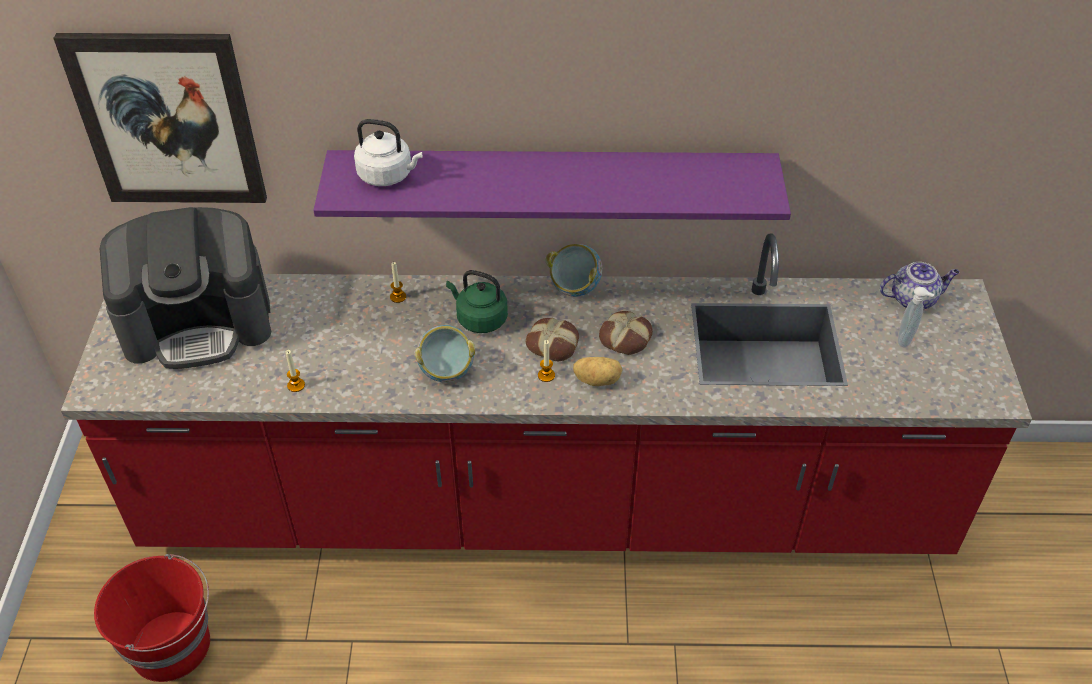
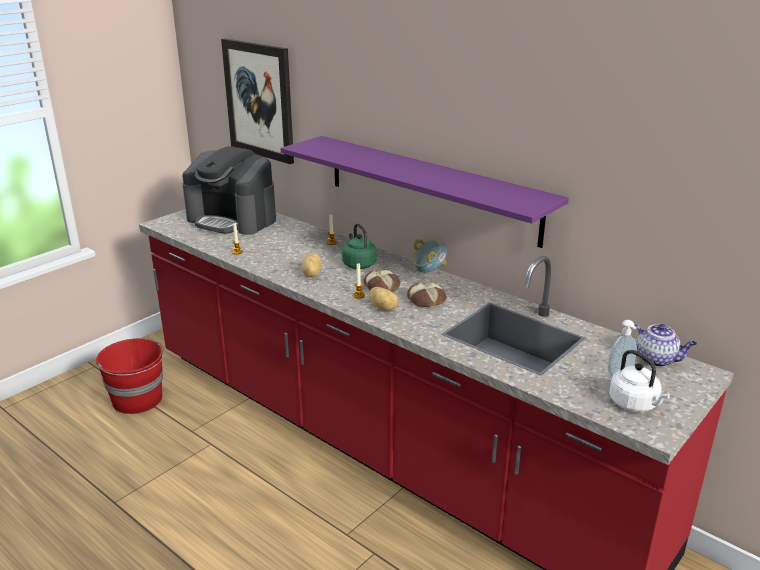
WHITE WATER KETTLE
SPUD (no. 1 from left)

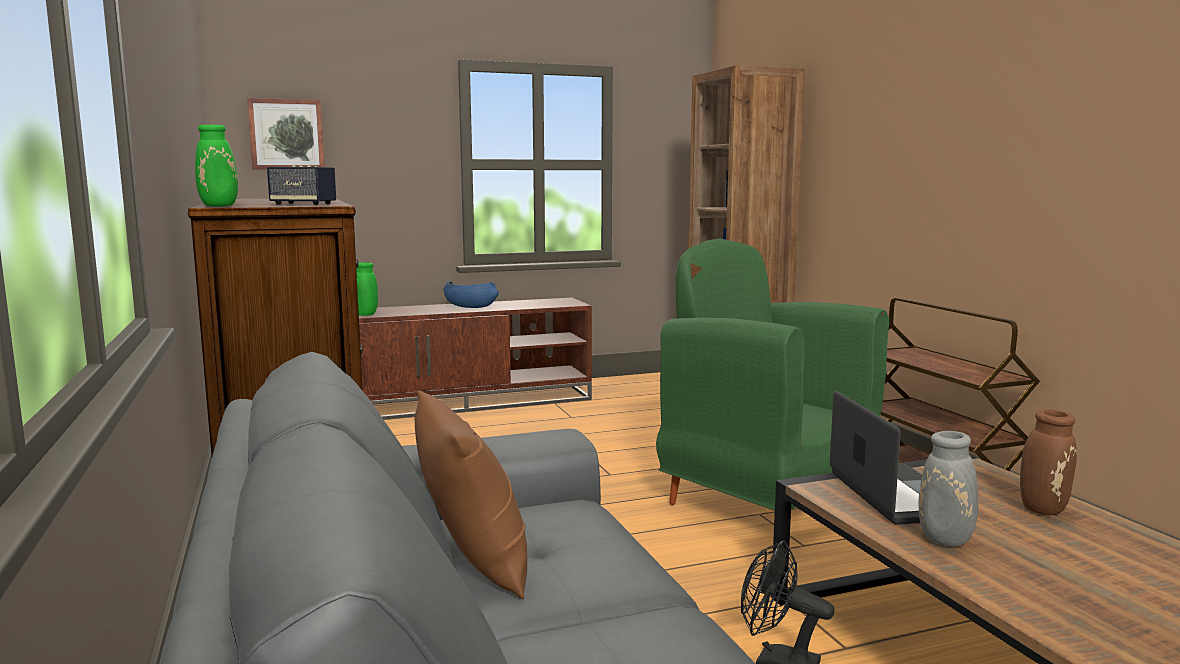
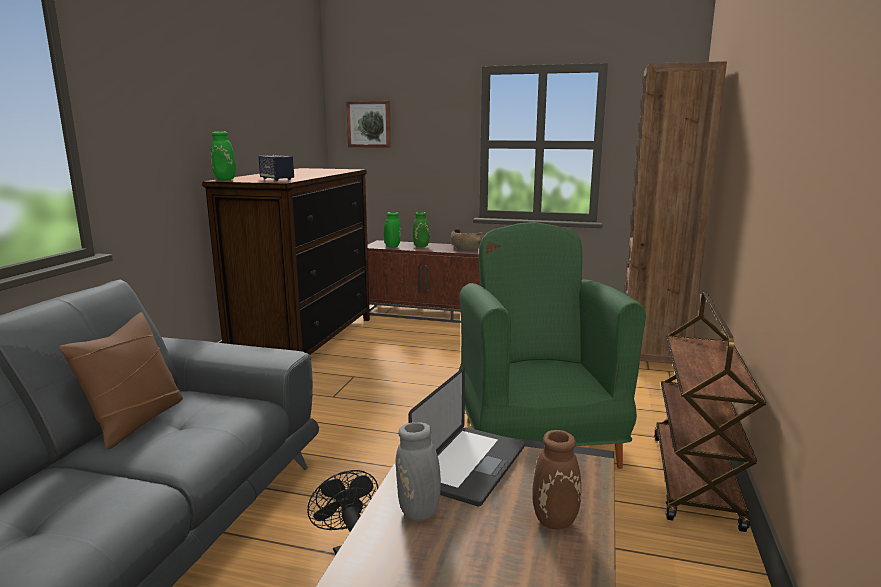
BROWN SERVING BOWL
GREEN VASE (no. 3 from left)

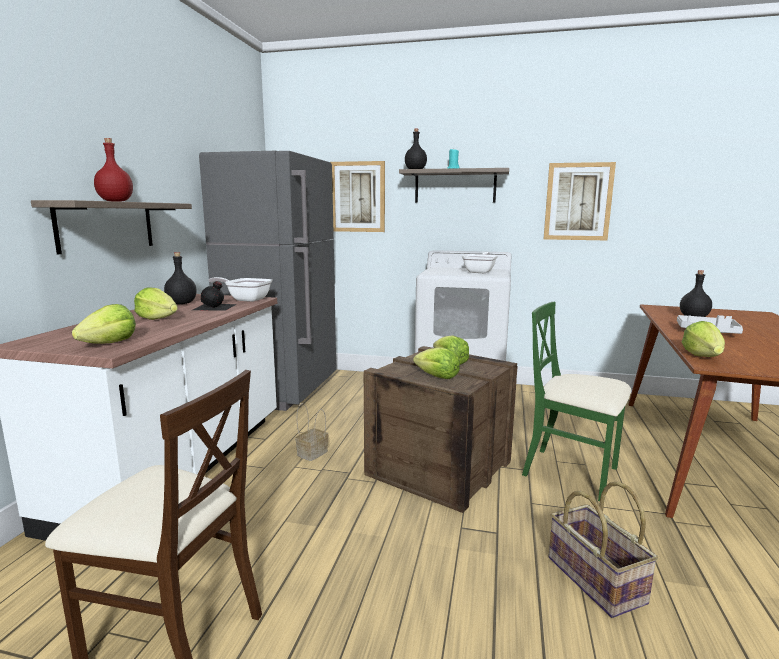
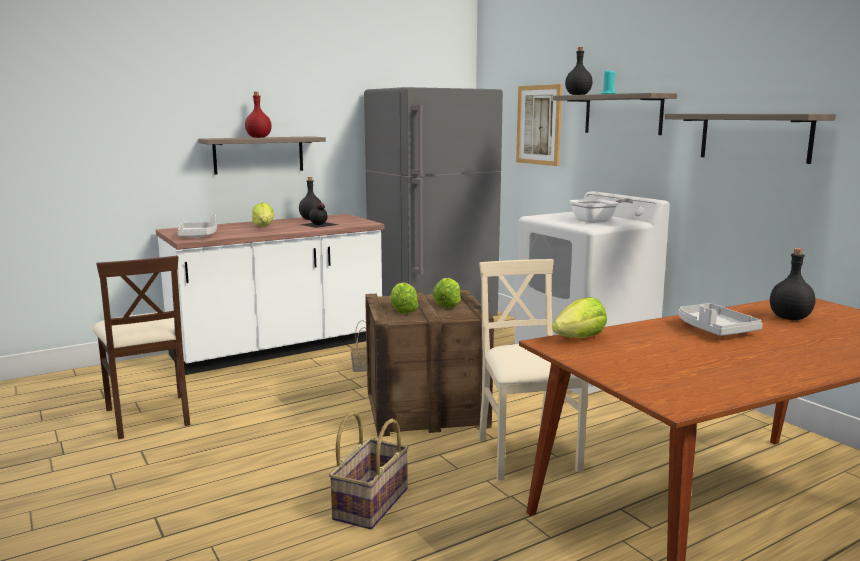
WALL SHELF (no. 3 from left)
PAN (no. 1 from left in the first image)
BEIGE UPRIGHT CHAIR (no. 2 from left)
GREYISH CARRYING TRAY (no. 1 from left)

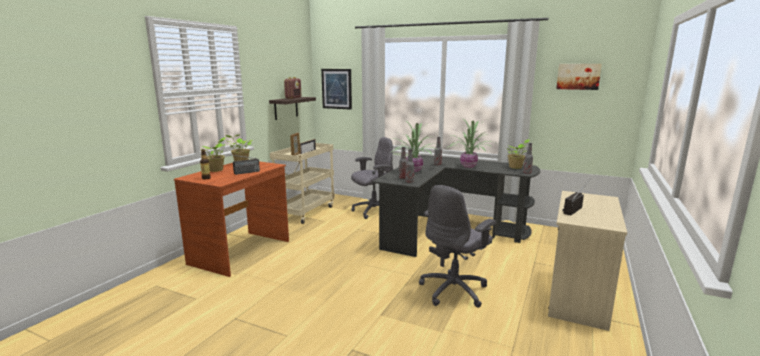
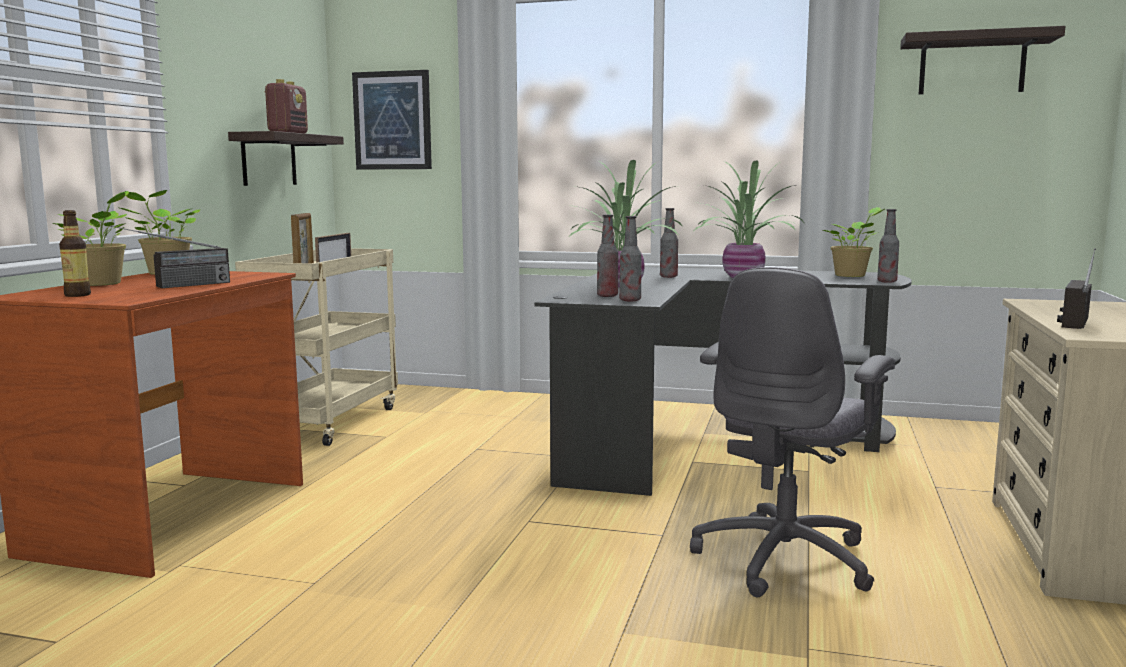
WALL SHELF (no. 2 from left)
GREYISH OFFICE CHAIR (no. 1 from left in the first image)

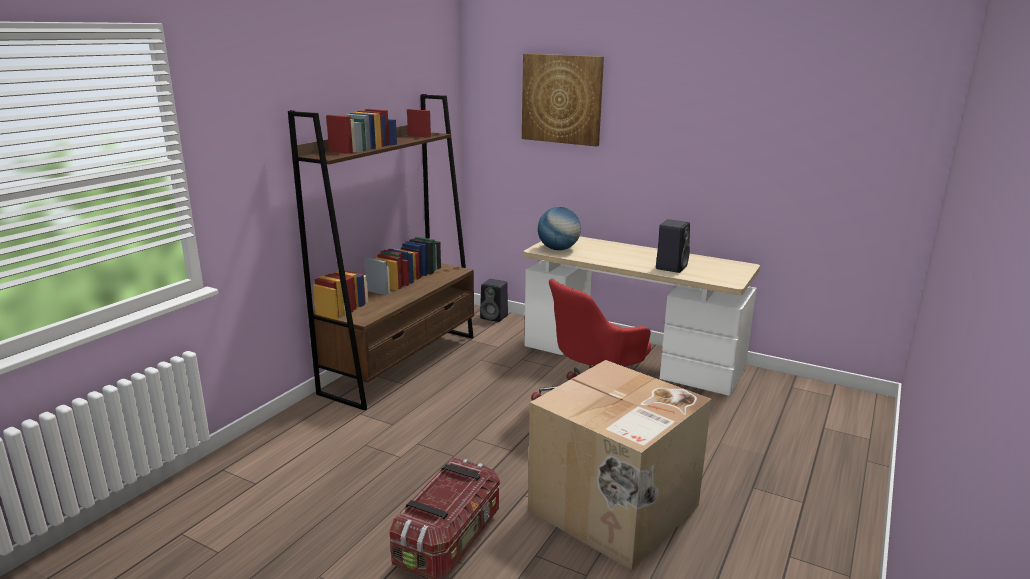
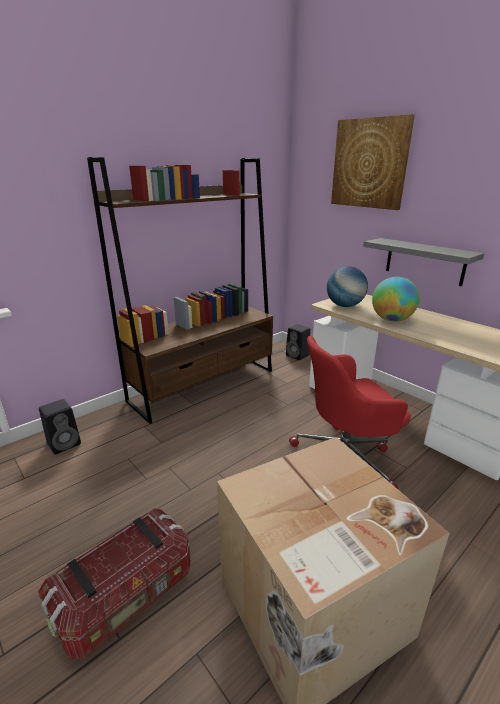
BLACK AUDIO SPEAKER (no. 1 from left)
GREYISH WALL SHELF
WORLD GLOBE (no. 2 from left)

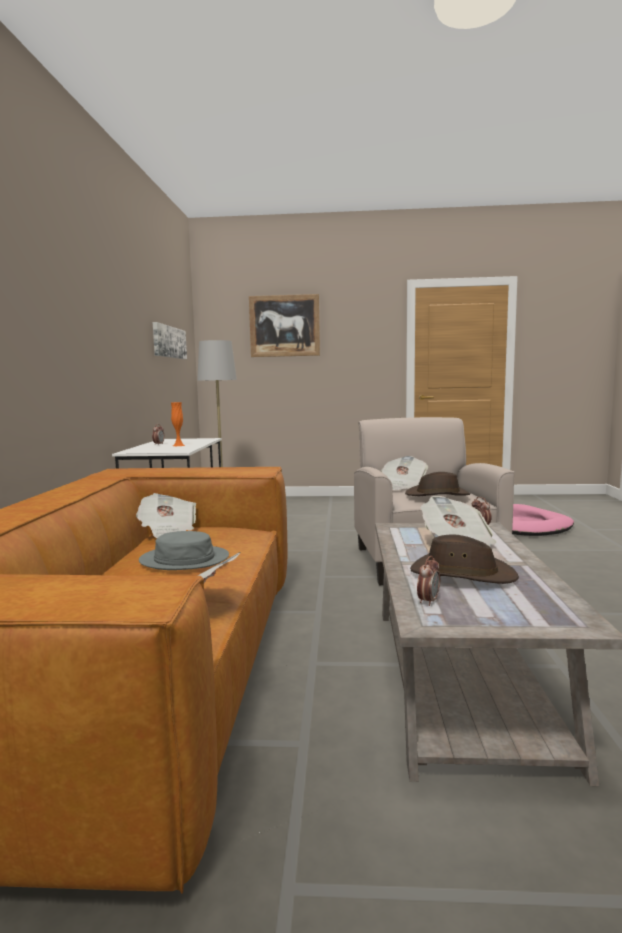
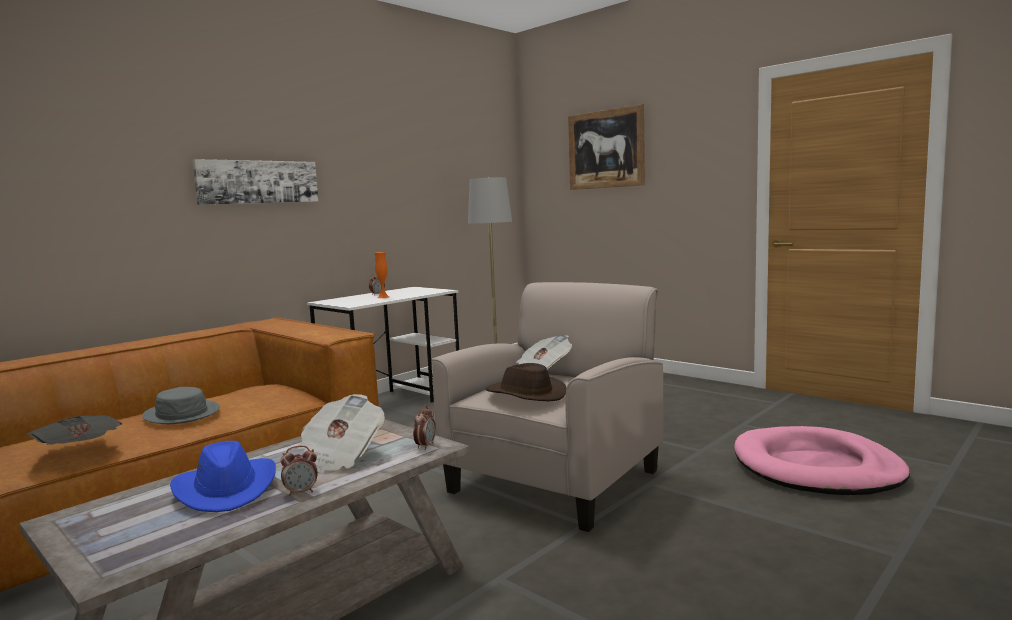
PICTURE (no. 1 from left)
NEWSPAPER (no. 1 from left in the first image)
BLUISH WEARABLE HAT
BEDSIDE CLOCK (no. 1 from left)

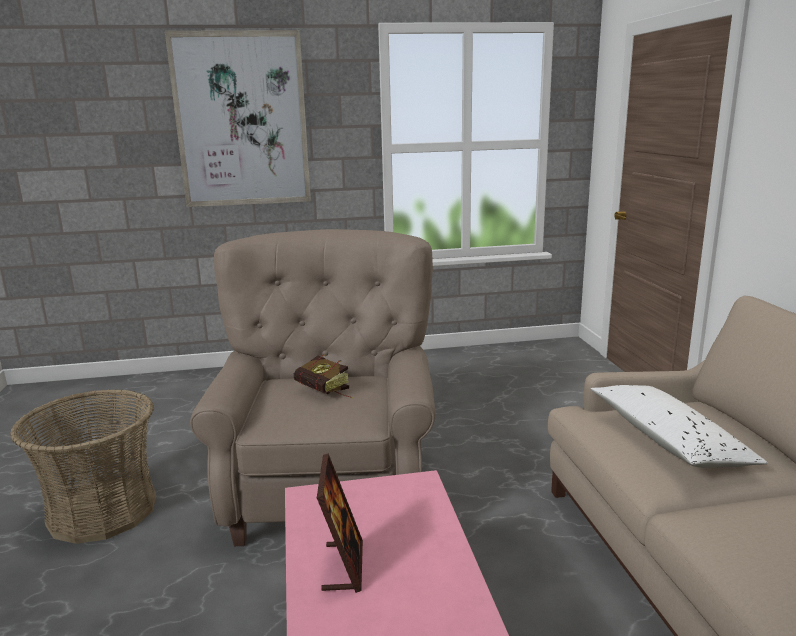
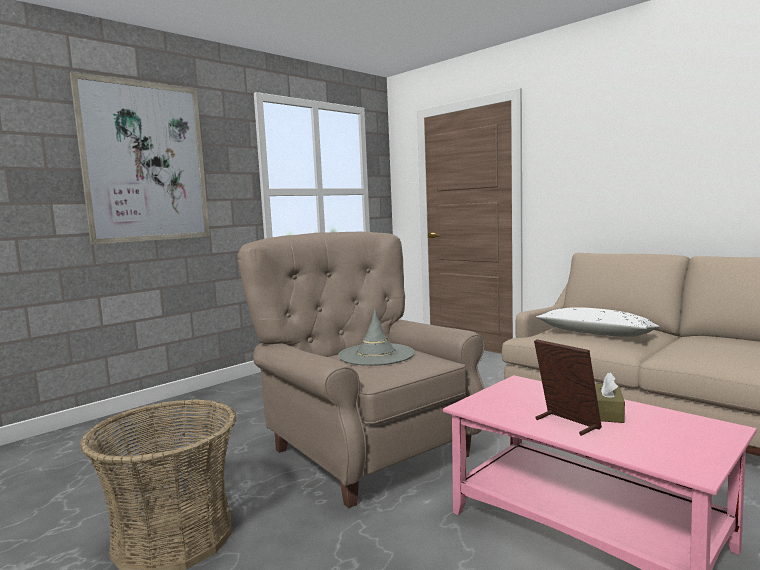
GREYISH WEARABLE HAT
BROWN TISSUE BOX

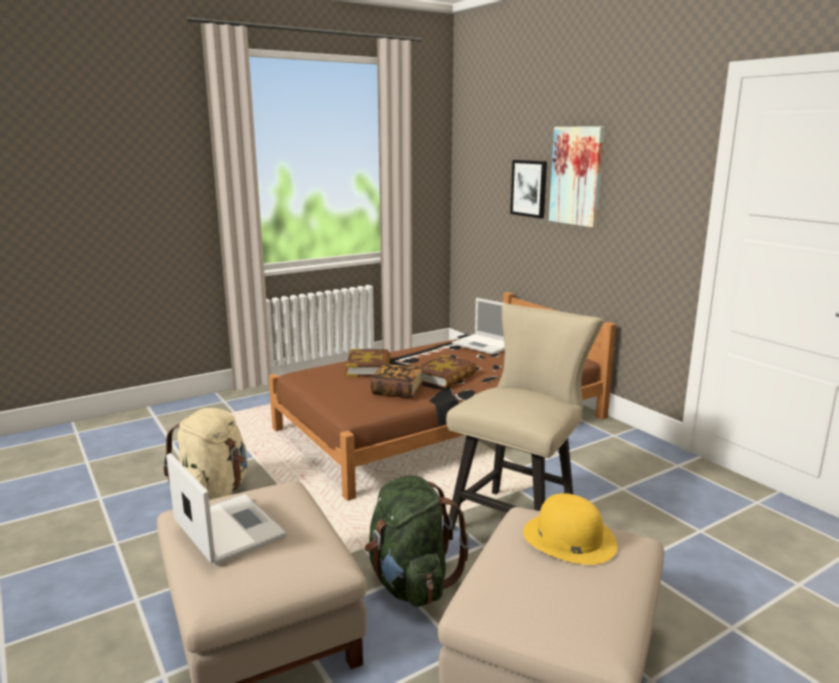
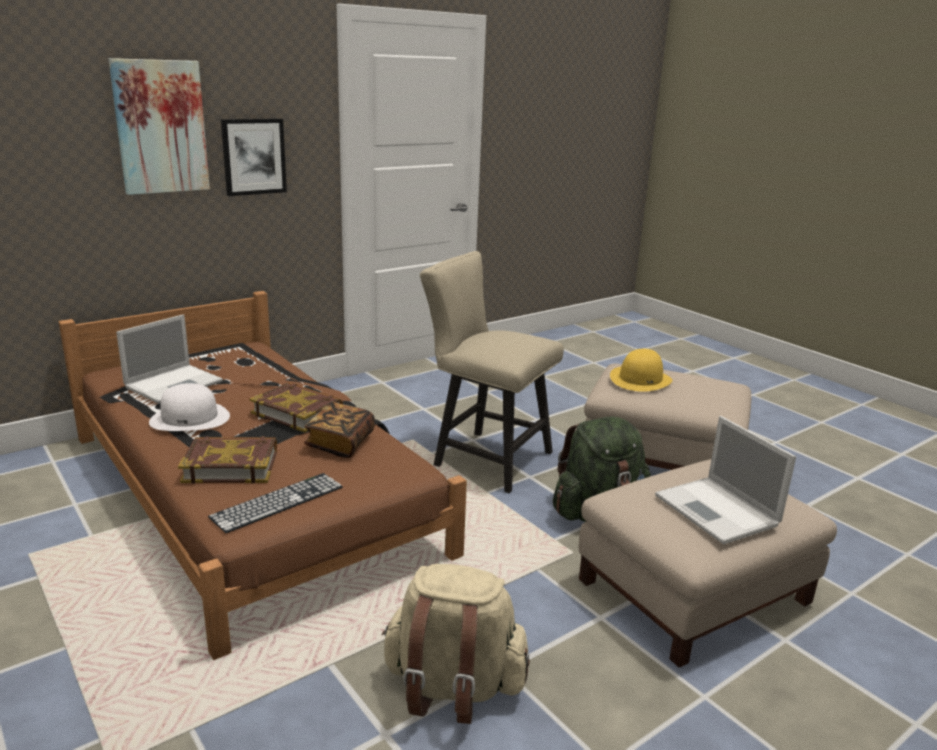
PICTURE (no. 2 from left)
PORTABLE COMPUTER (no. 2 from left)
WHITE WEARABLE HAT
KEYBOARD

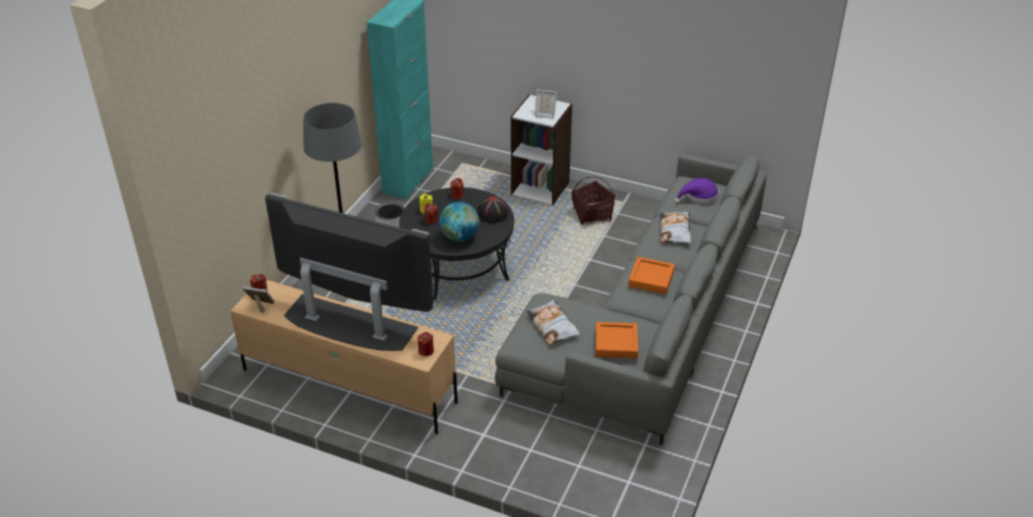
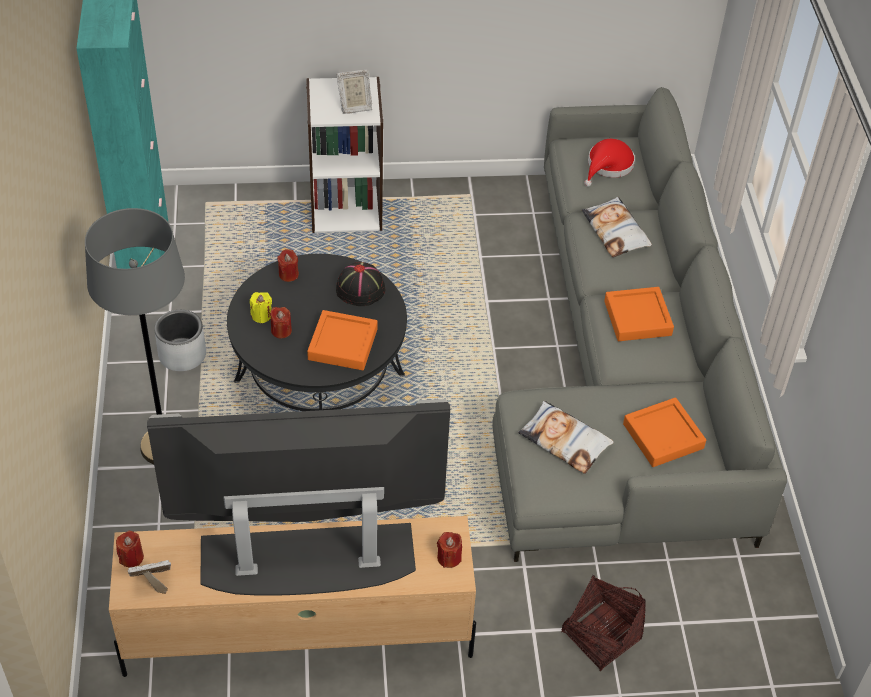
HOUSEHOLD BASKET
REDDISH WEARABLE HAT
ORANGE-COLOURED CARRYING TRAY (no. 1 from left)

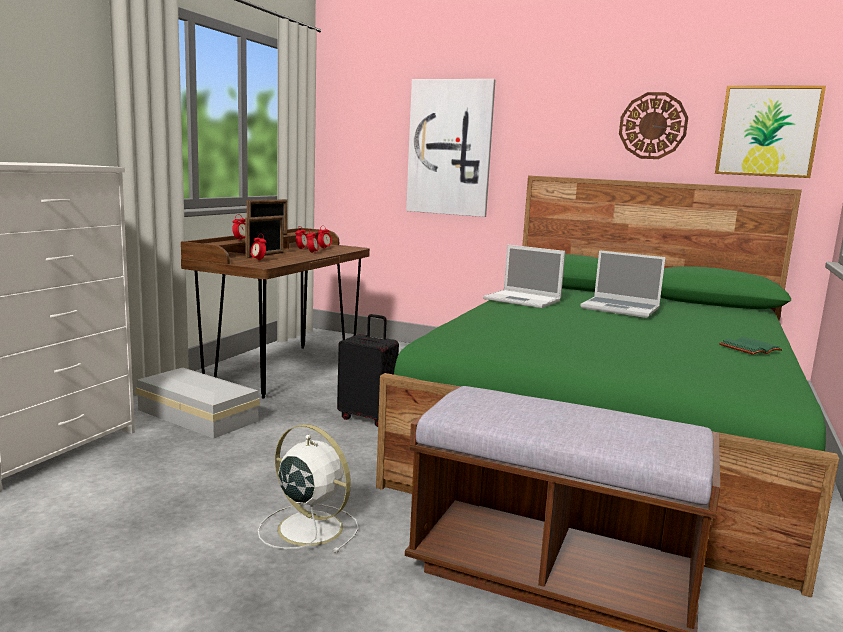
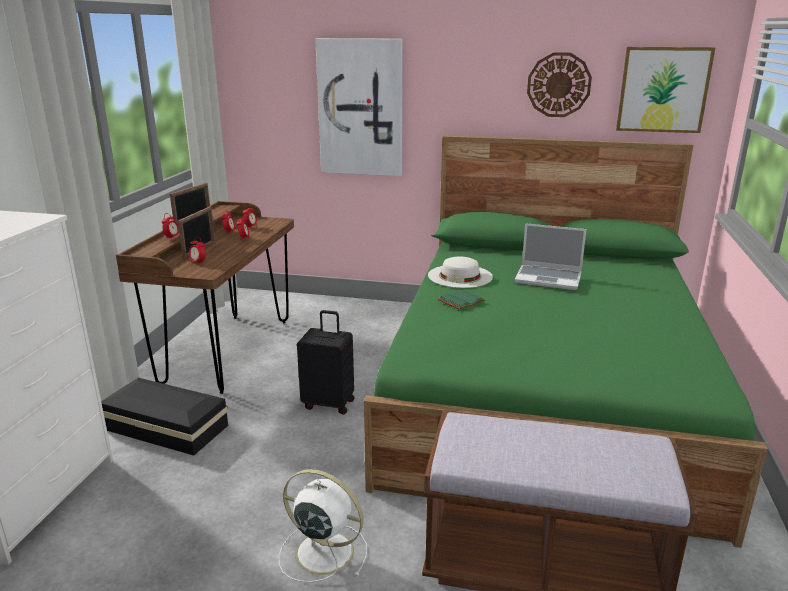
WHITE WEARABLE HAT
GREEN BOOK
BLACK STORAGE CONTAINER

